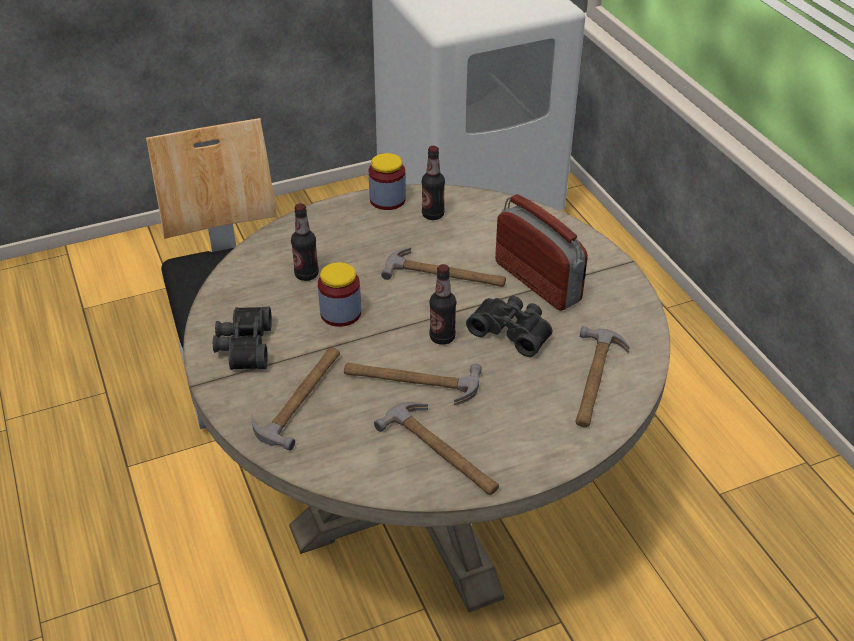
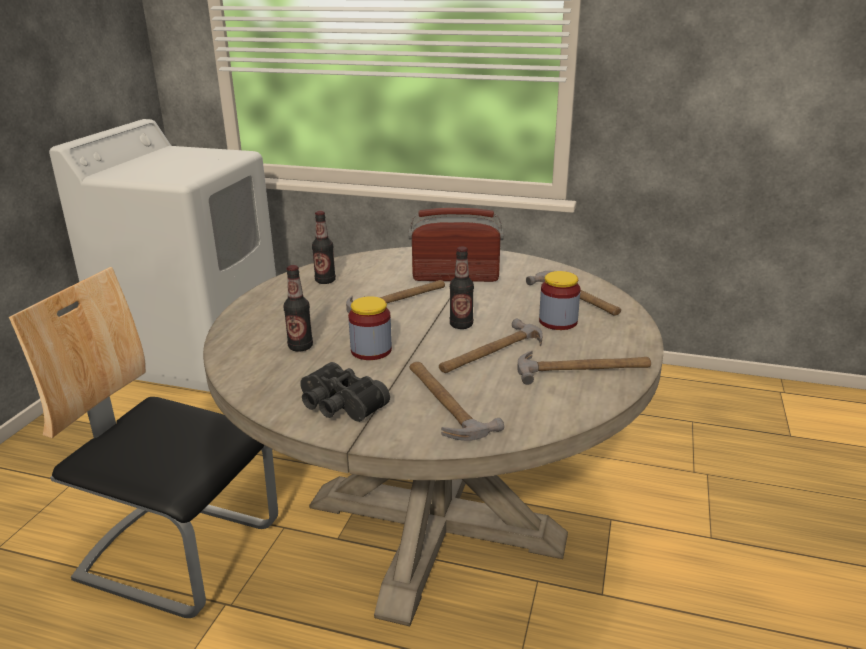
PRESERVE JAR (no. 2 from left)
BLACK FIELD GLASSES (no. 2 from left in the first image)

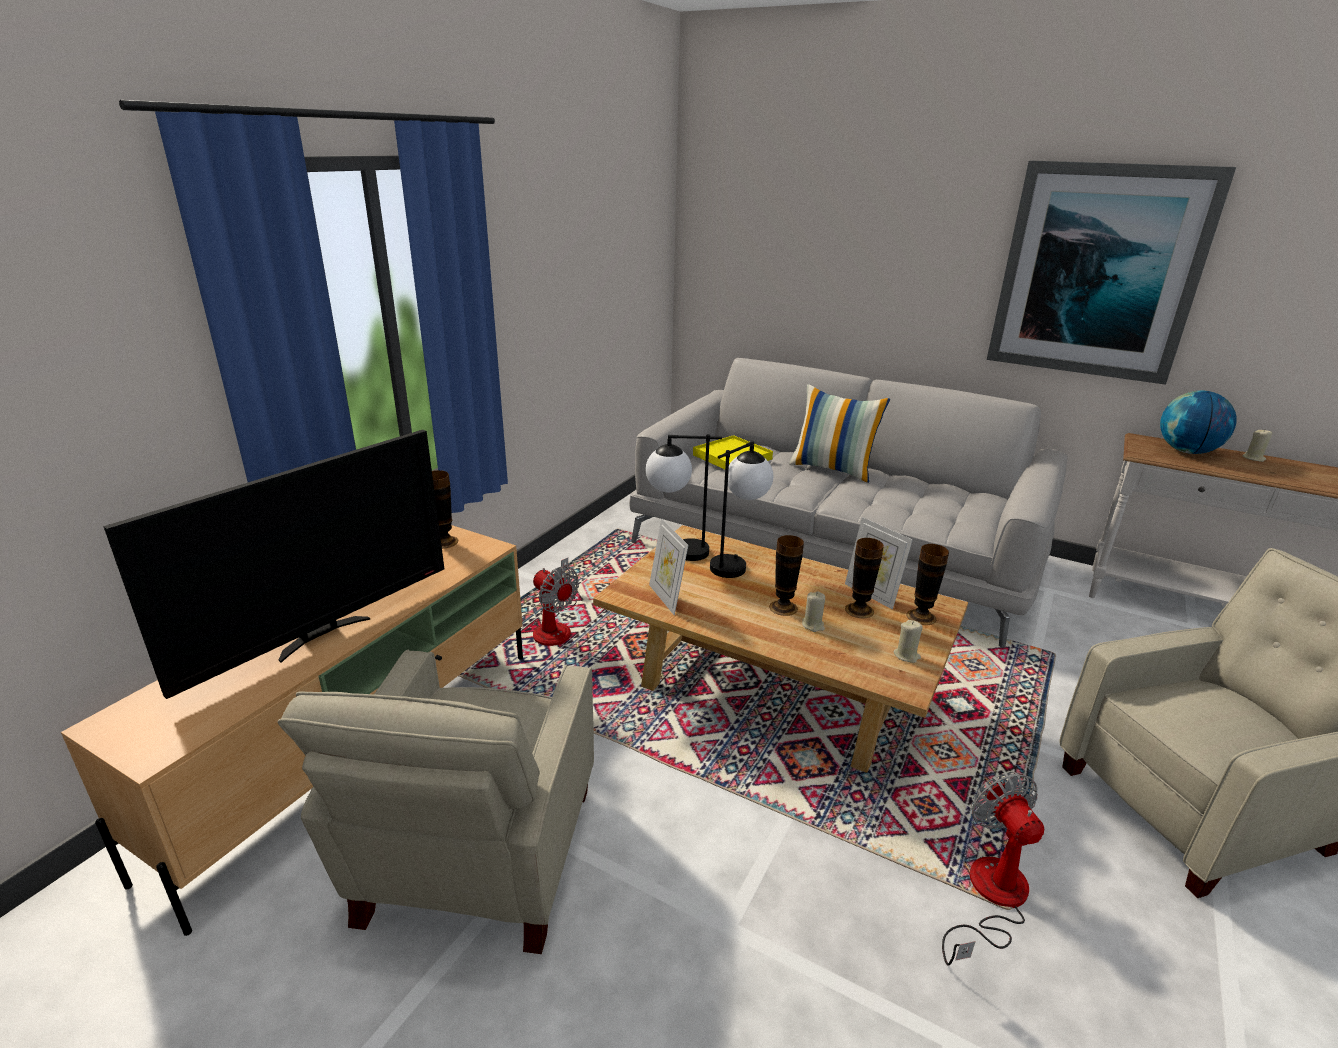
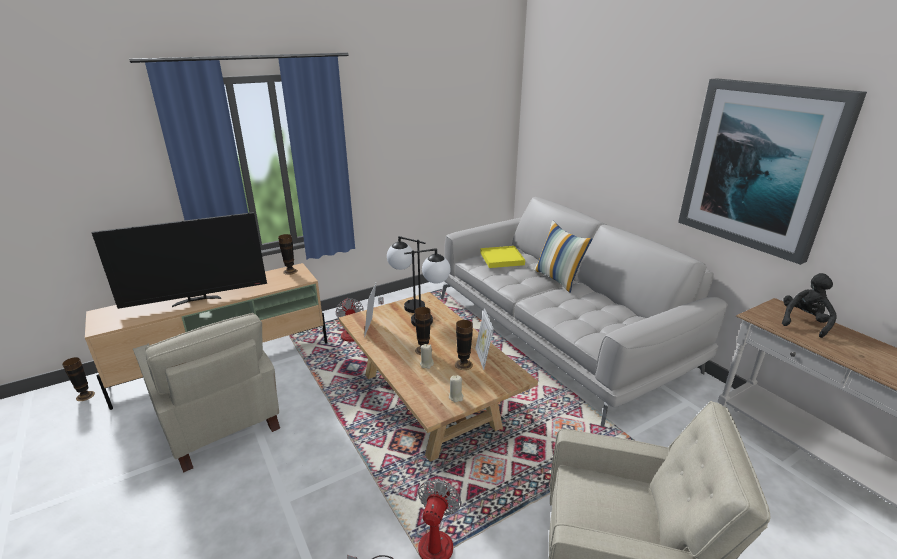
BLACK CUDDLY TOY
BEIGE WAX CANDLE (no. 3 from left in the first image)
VASE (no. 1 from left)
BEIGE LOUNGE CHAIR (no. 1 from left)

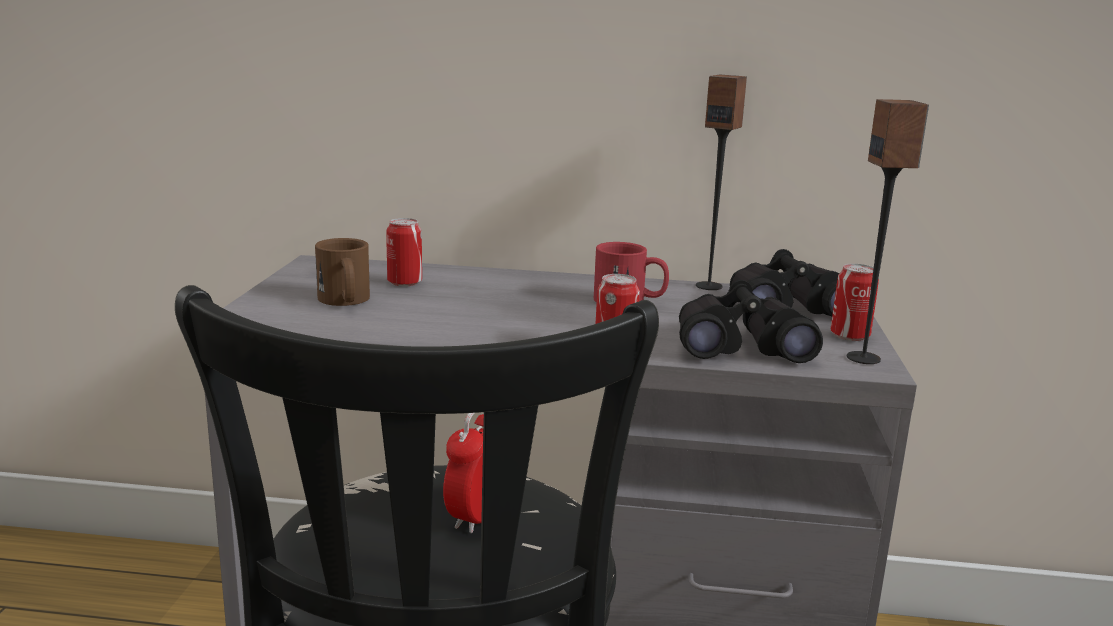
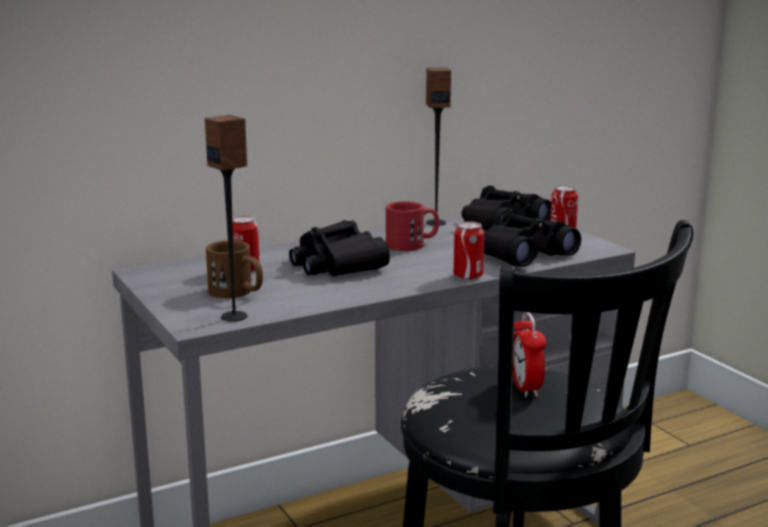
AUDIO SPEAKER (no. 1 from left)
BLACK FIELD GLASSES (no. 1 from left)

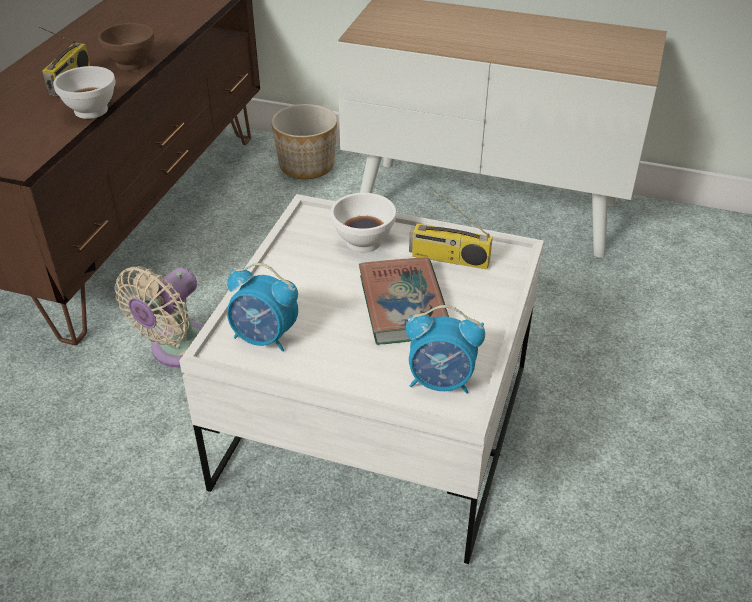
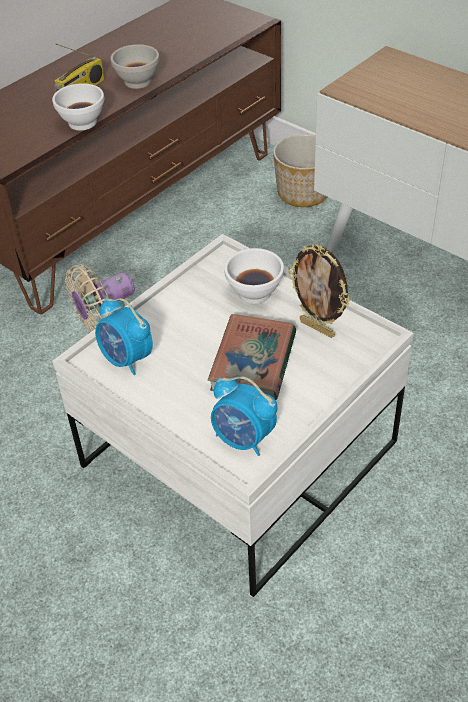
WHITE SERVING BOWL (no. 2 from left)
PICTURE FRAME

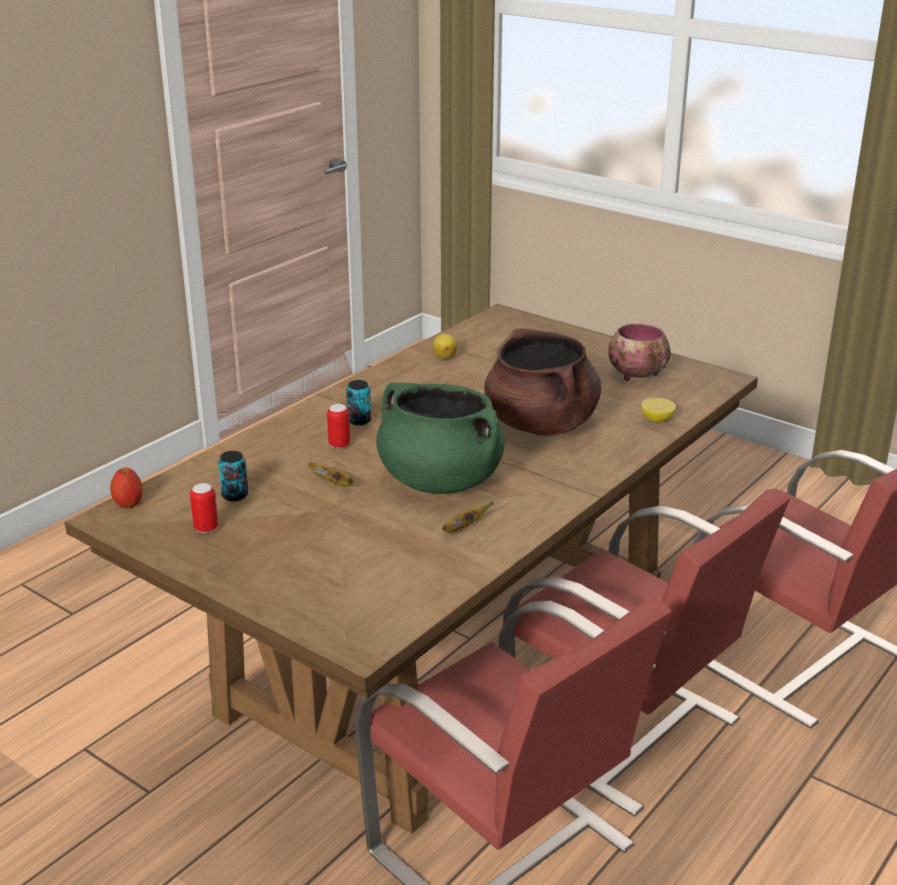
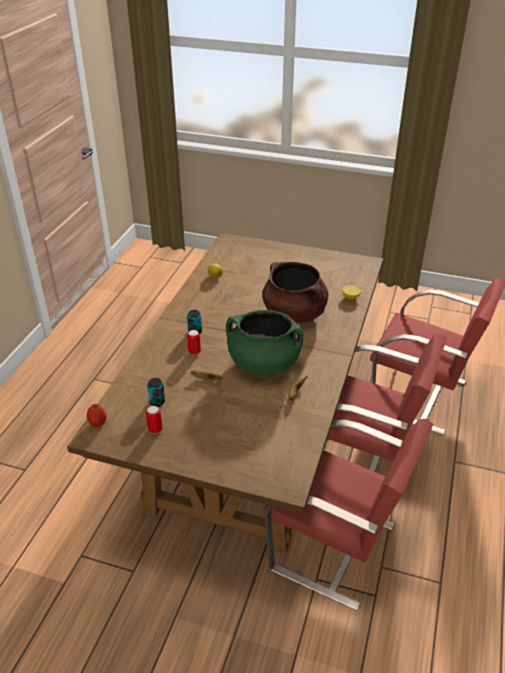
SERVING BOWL

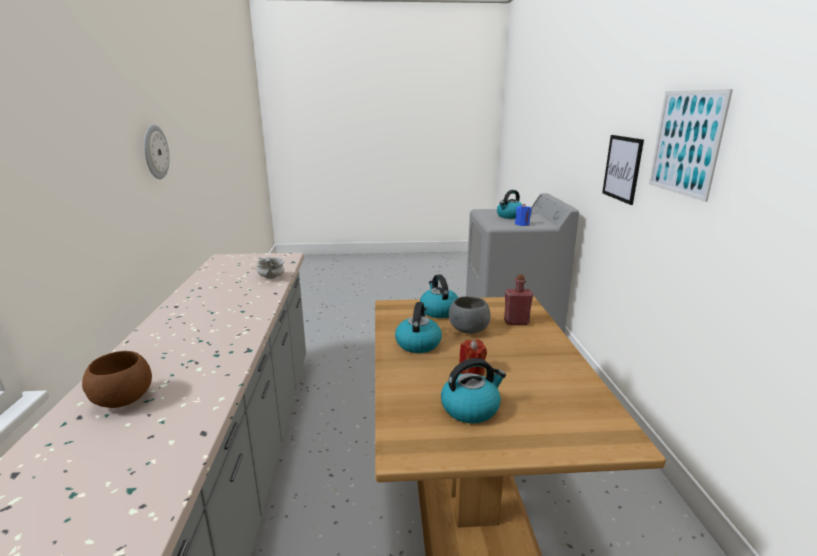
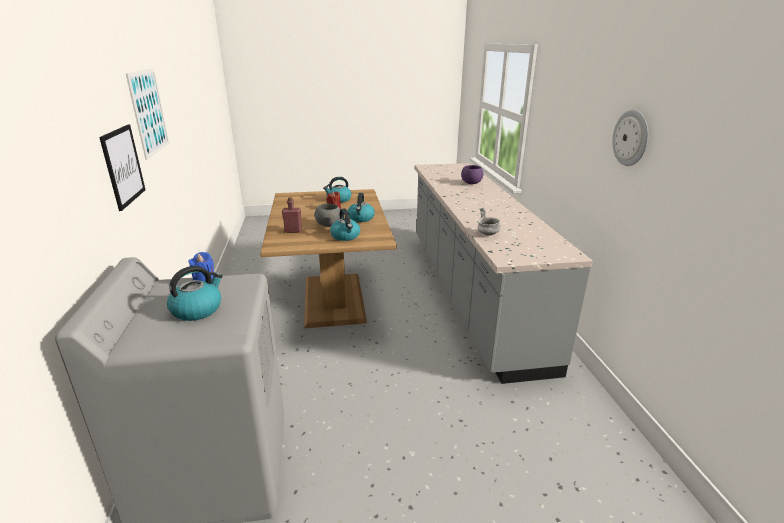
PURPLE-COLOURED SERVING BOWL

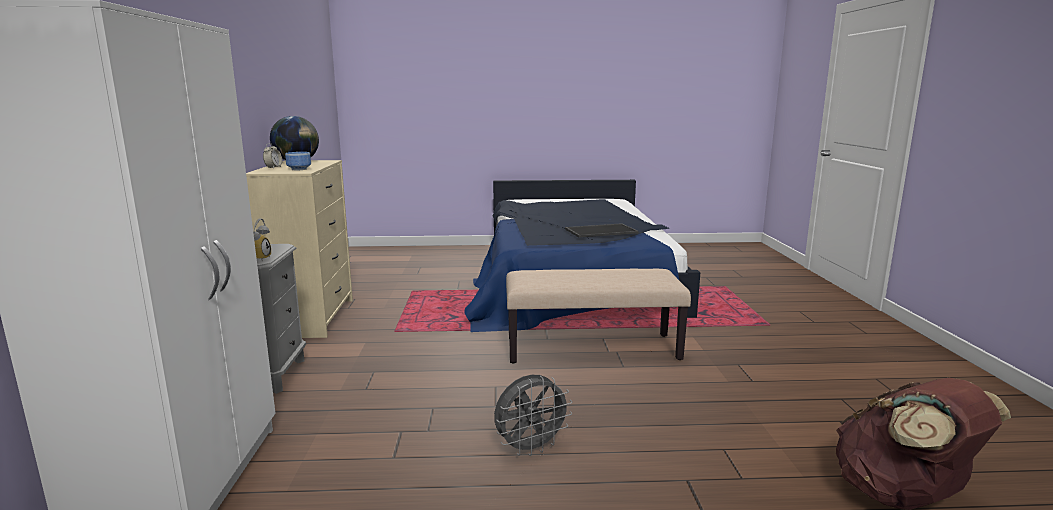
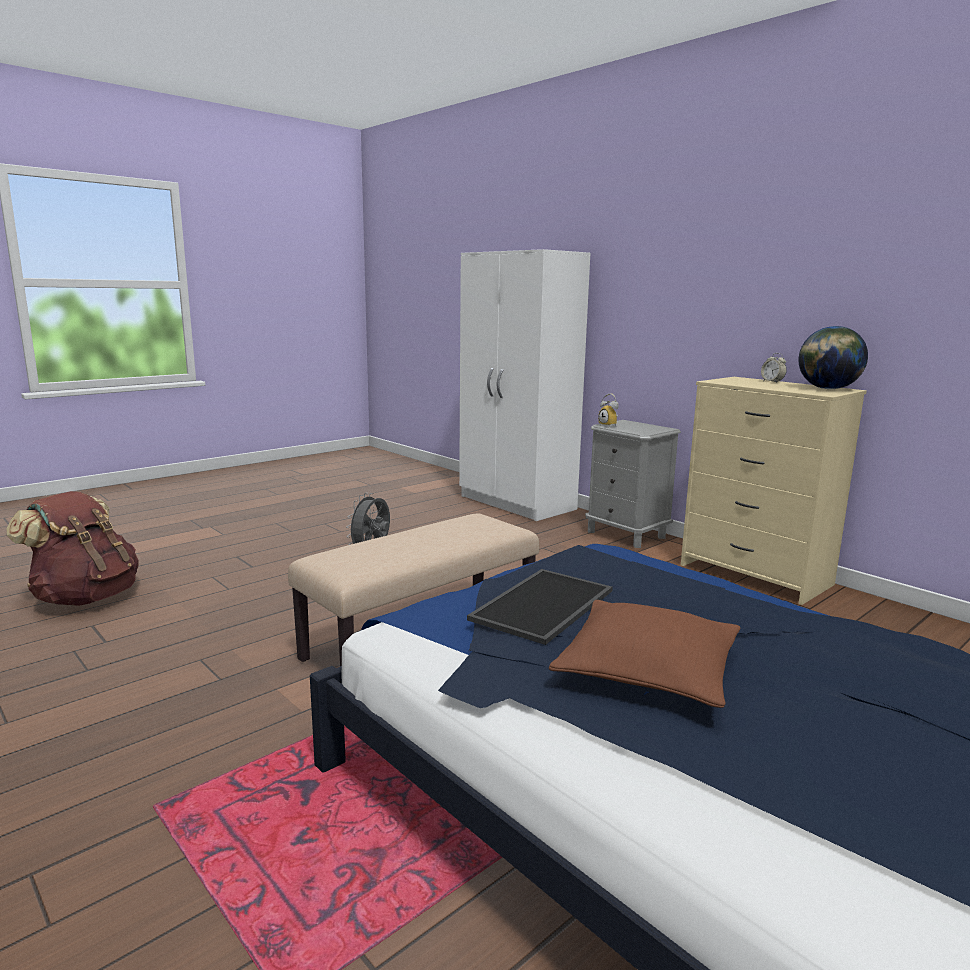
SERVING BOWL
BROWN PILLOW

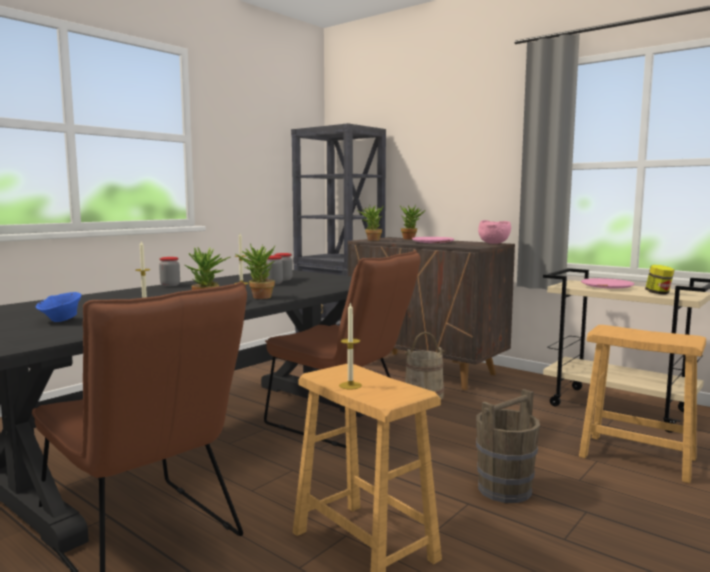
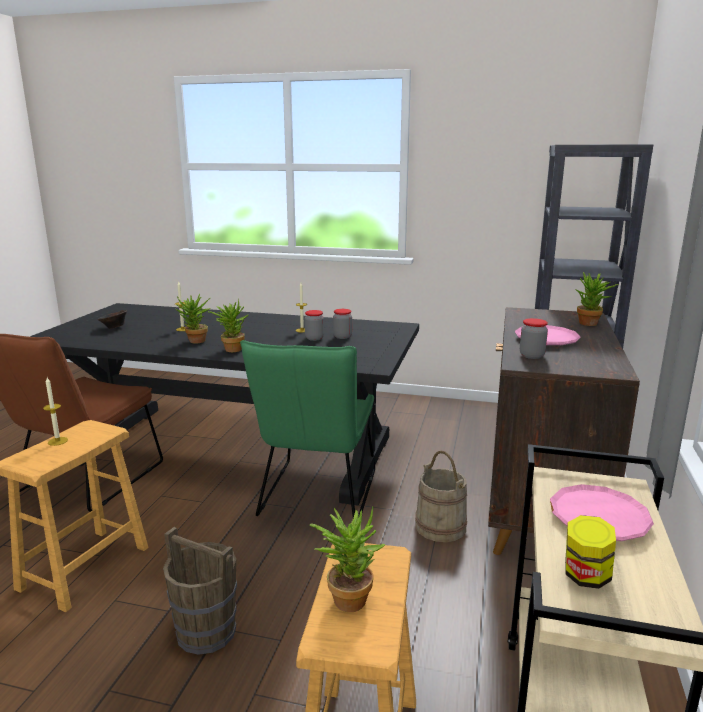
POTTED PLANT (no. 3 from left)
PINK-COLOURED SERVING BOWL
GREEN UPRIGHT CHAIR
PRESERVE JAR (no. 3 from left)
BROWN SERVING BOWL

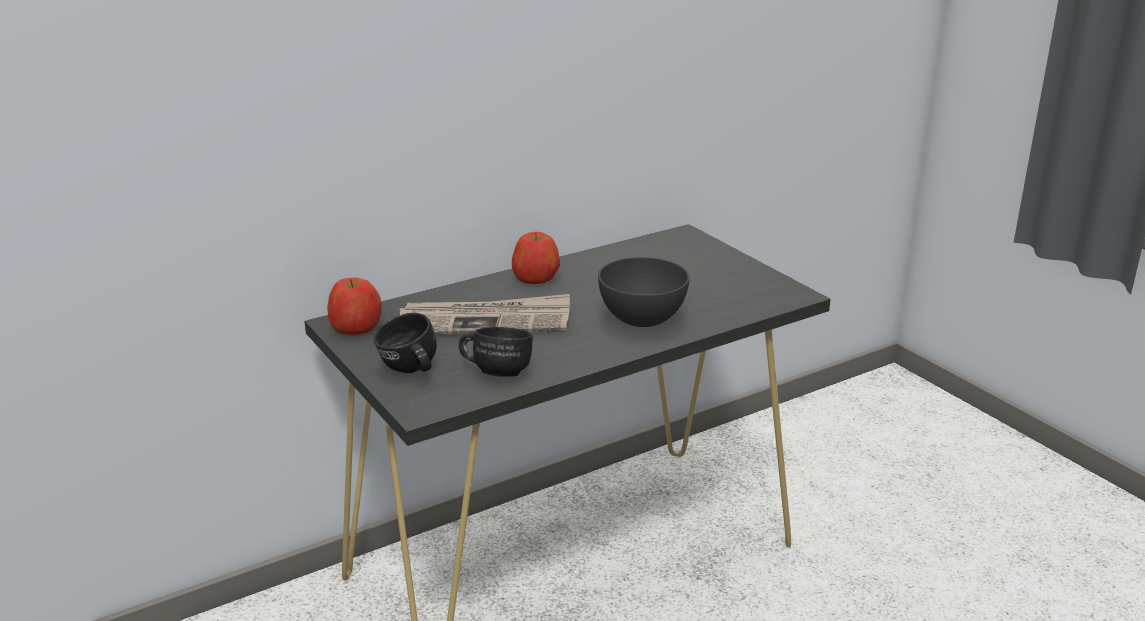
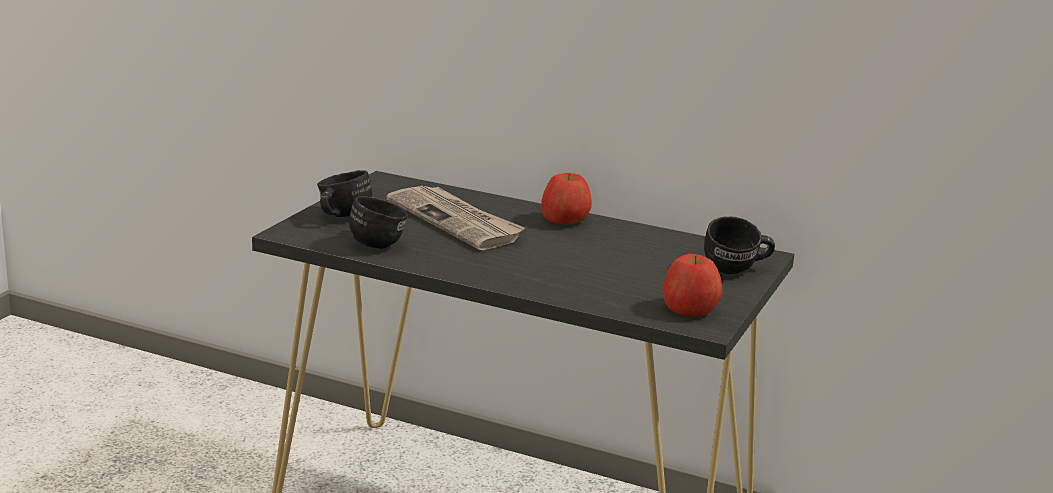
GREYISH SERVING BOWL
WHOLE APPLE (no. 2 from left)
BLACK TEA MUG (no. 3 from left)

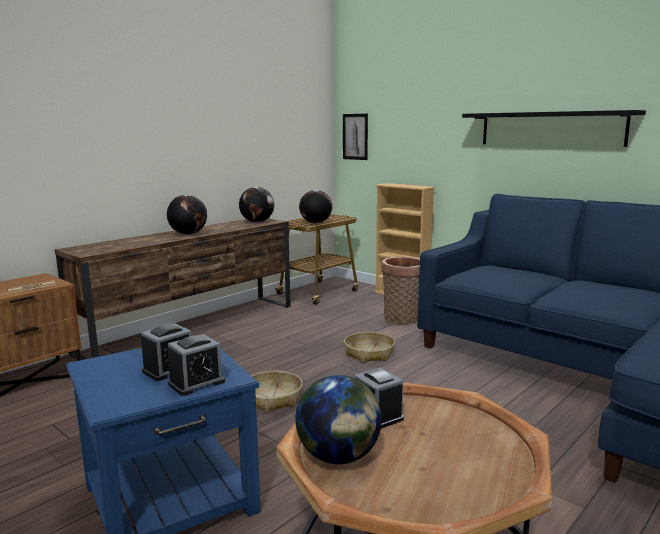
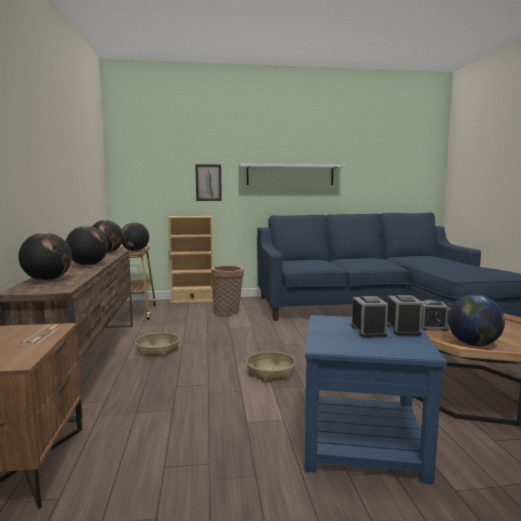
WHITE WALL SHELF
PICTURE
HOUSEHOLD BASKET (no. 1 from left)
WORLD GLOBE (no. 1 from left)

